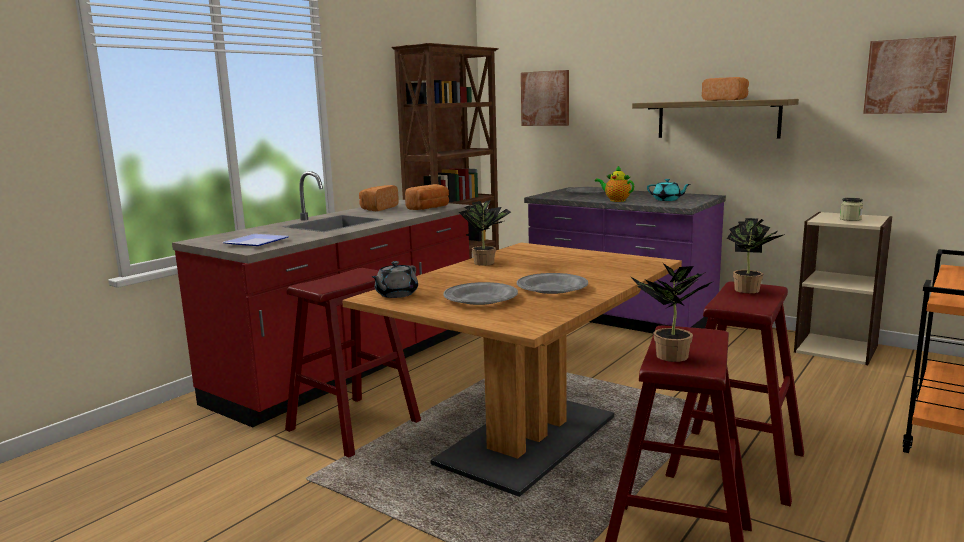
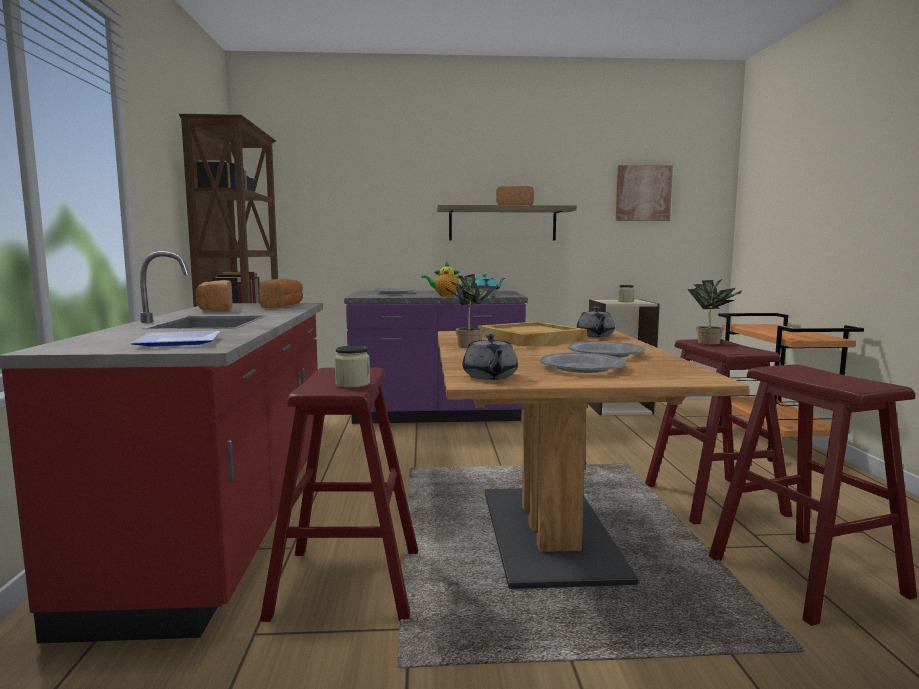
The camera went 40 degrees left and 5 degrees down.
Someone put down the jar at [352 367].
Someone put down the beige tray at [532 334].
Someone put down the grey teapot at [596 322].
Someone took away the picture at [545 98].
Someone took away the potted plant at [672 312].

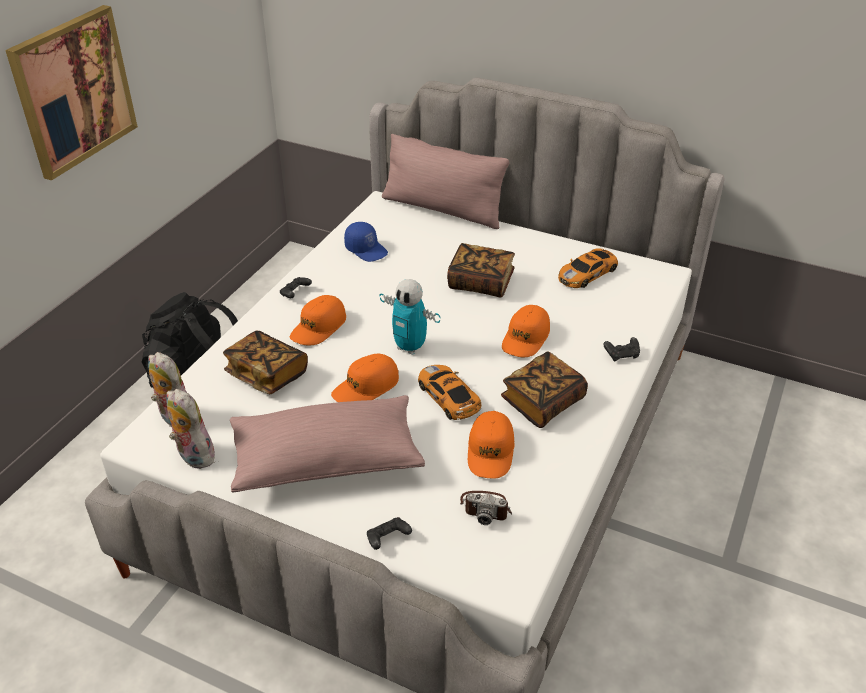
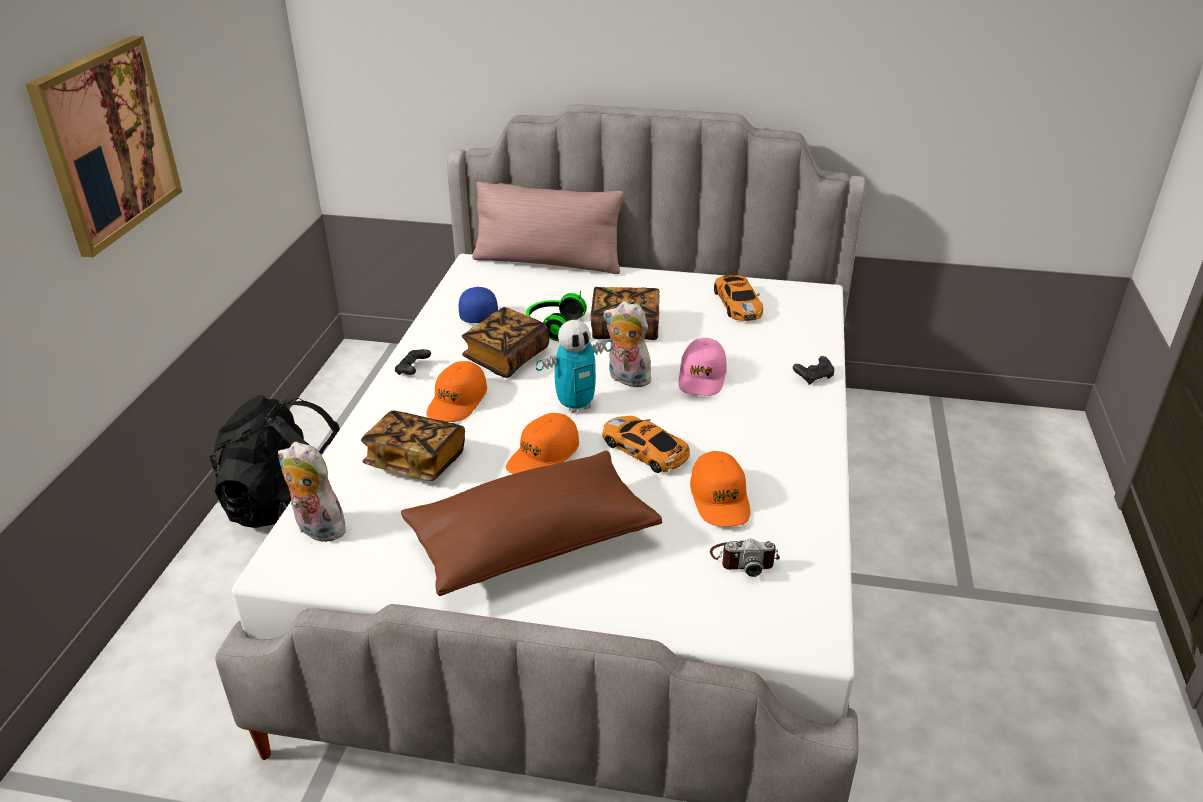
The camera went 15 degrees left and 5 degrees down.
Someone repainted the pink pillow at [327 444], which became the brown pillow at [531 523].
Someone rotated the blue cap at [366 242] by 120 degrees counterclockwise.
Someone carried the book from [544 390] to [505 342].
Someone put down the headphones at [556 316].
Someone rotated the toy robot at [409 317] by 45 degrees counterclockwise.
Someone carried the plush toy from [190 429] to [627 344].
Someone repainted the orange cap at [526 331], which became the pink cap at [702 367].
Someone rotated the toy car at [588 268] by 45 degrees counterclockwise.
Someone took away the black game controller at [389 533].

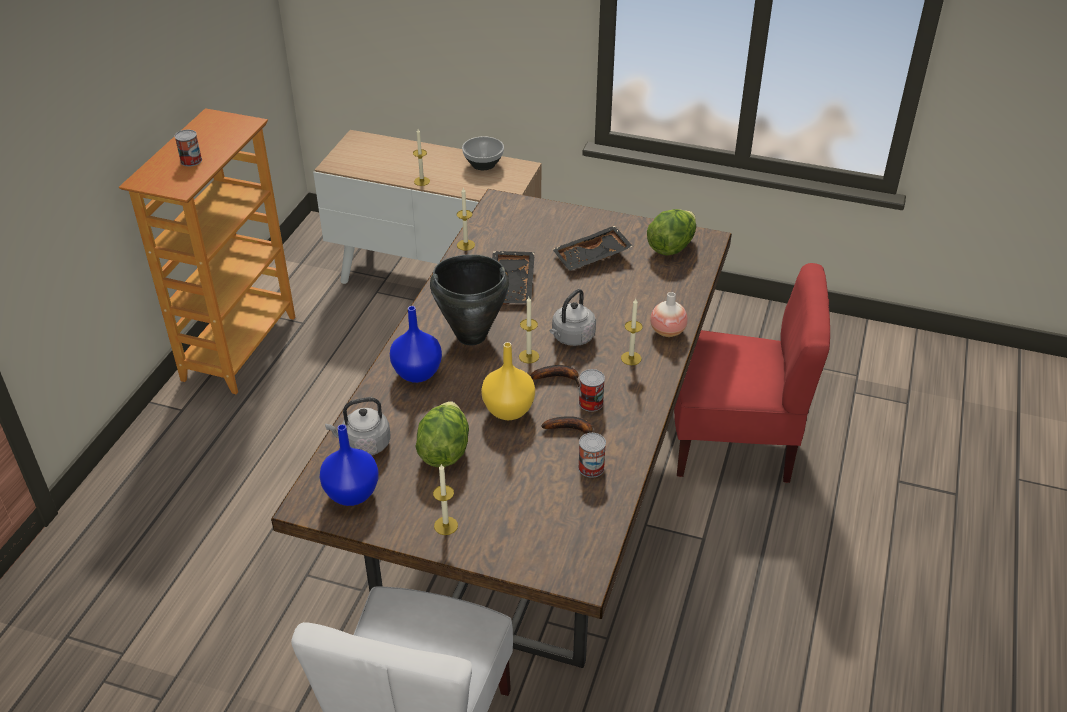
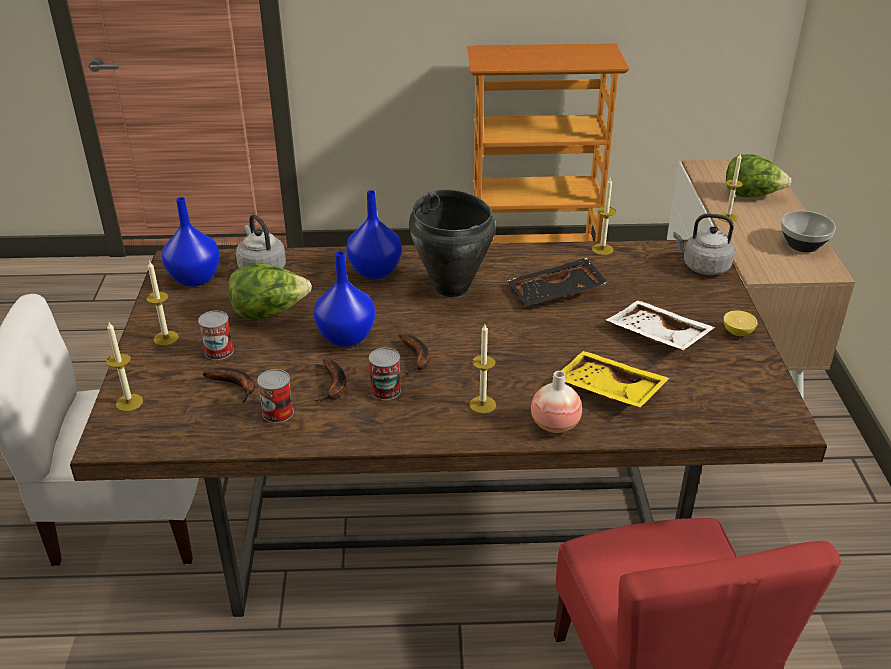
The camera went 70 degrees right and 5 degrees down.
Someone carried the candle from [529 330] to [124 367].
Someone carried the can from [188 148] to [216 335].
Someone put down the banana at [229 385].
Someone repainted the yellow vase at [508 381], which became the blue vase at [344 299].
Someone put down the yellow tray at [611 379].
Someone repainted the black tray at [592 248], which became the white tray at [661 325].
Someone carried the grey kettle from [573 317] to [704 244].
Someone put down the lemon at [740 323].
Someone carried the lettuce from [671 232] to [759 175].

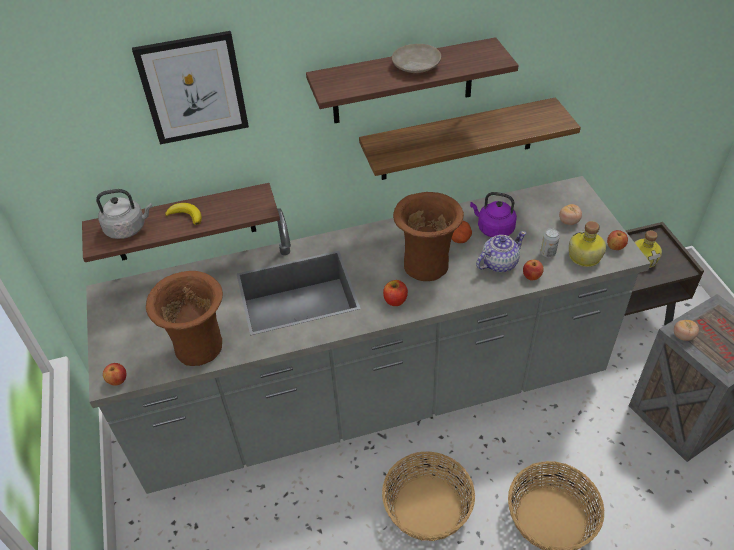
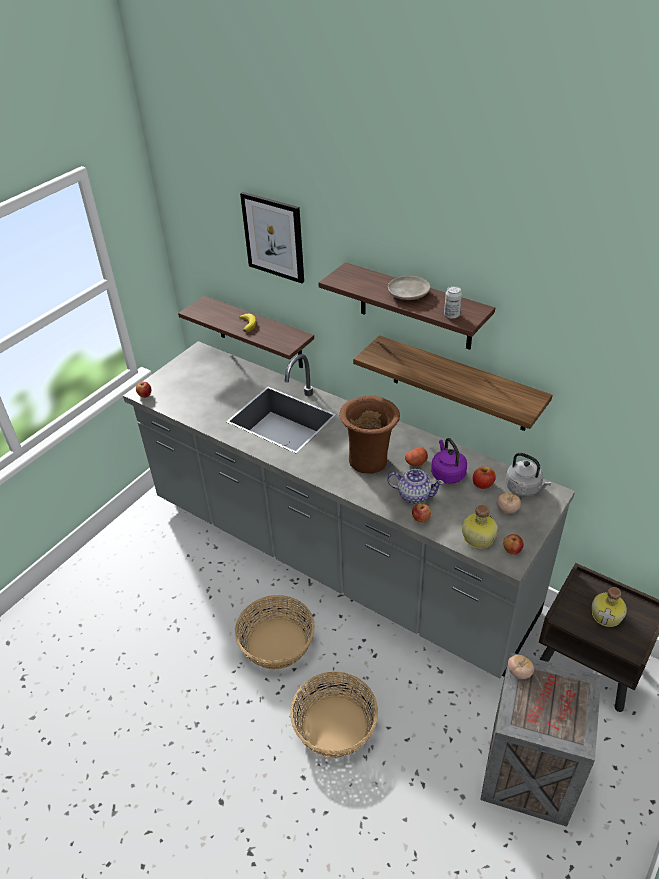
The camera went 50 degrees right and 5 degrees down.
Someone carried the can from [550 243] to [453 302].
Someone carried the apple from [395 293] to [484 477].
Someone carried the grey kettle from [124 214] to [528 474].
Someone took away the brown vase at [184 318].

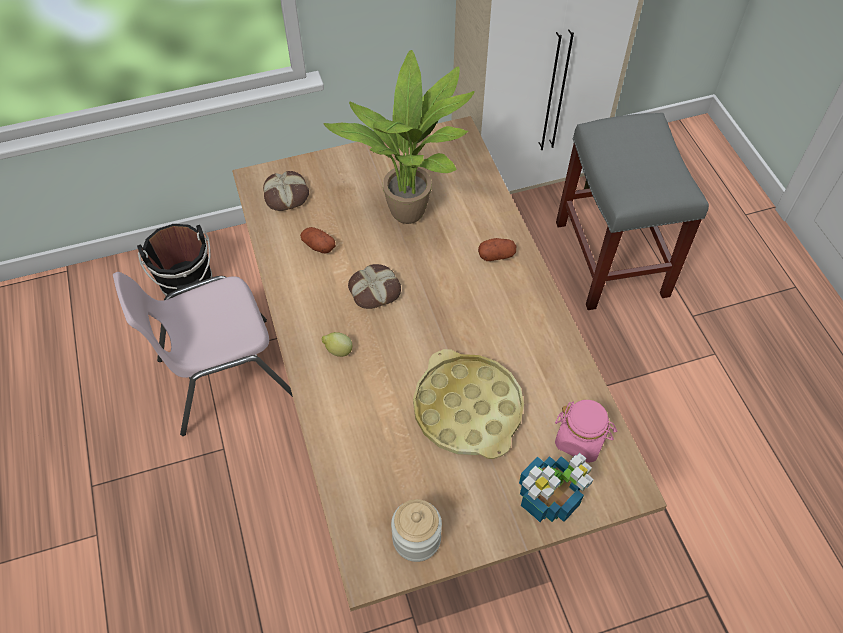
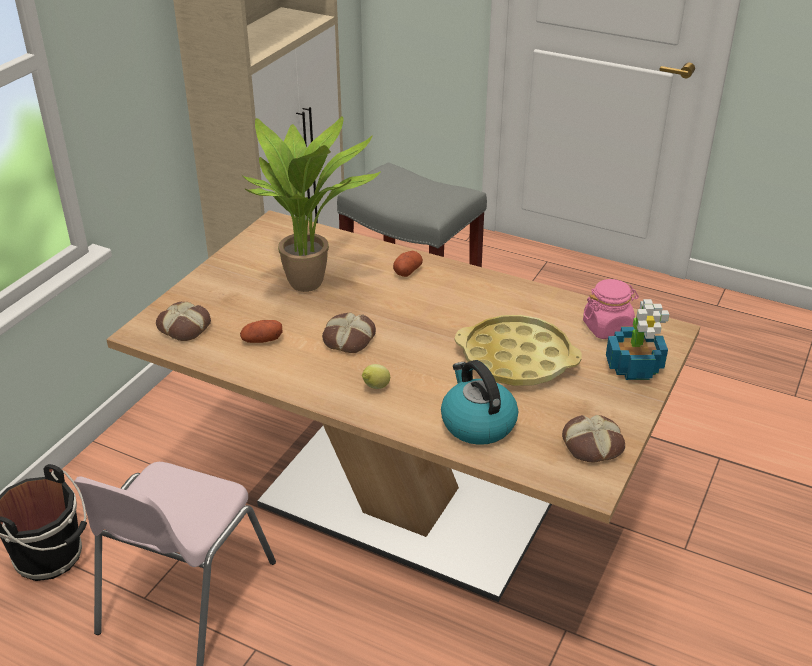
The camera went 45 degrees left and 20 degrees down.
Someone put down the kettle at [479 402].
Someone swapped the jar at [416 530] for the bread at [593 438].

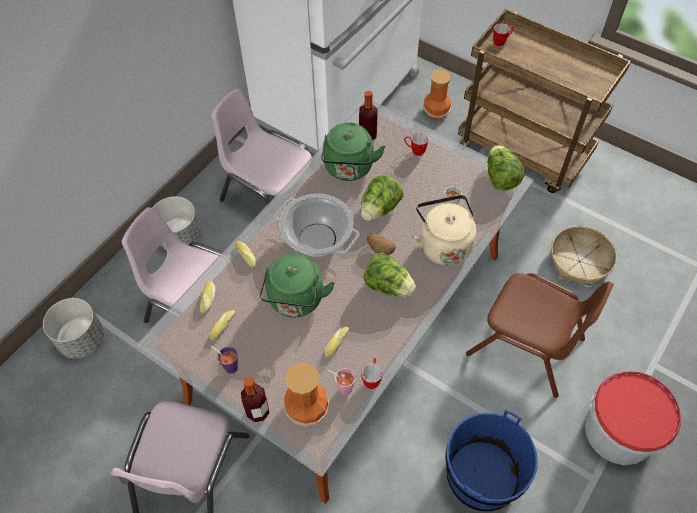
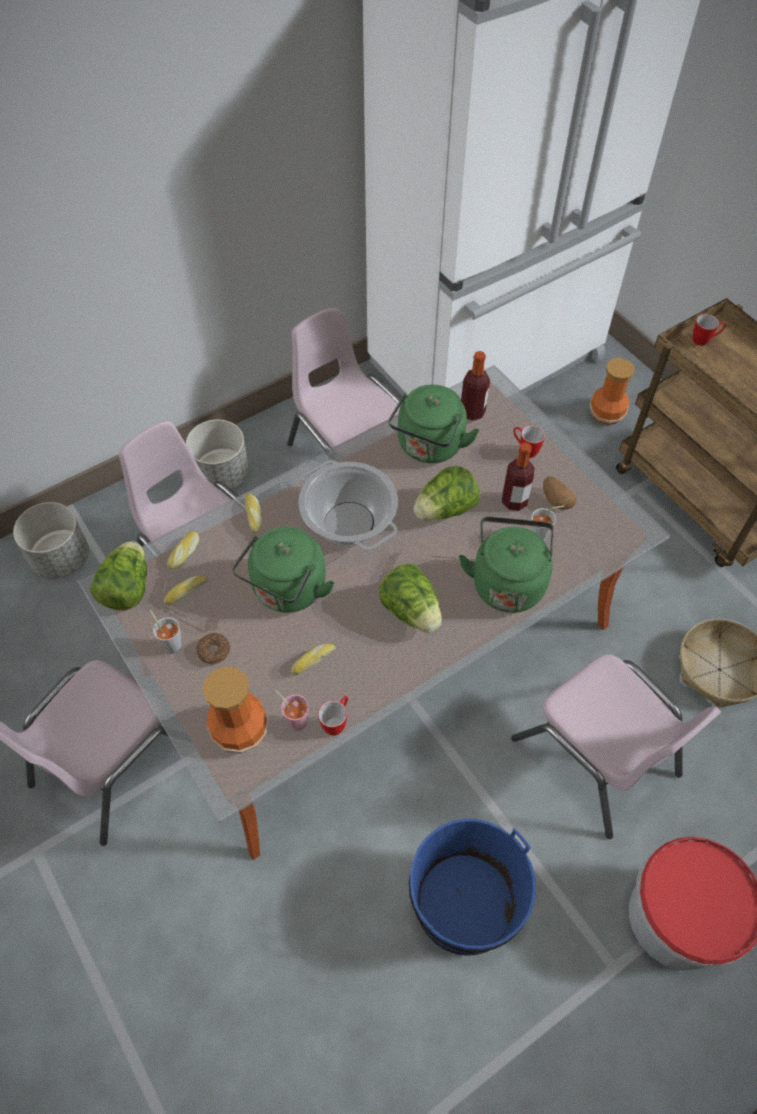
The camera went 20 degrees right and 0 degrees up.
Someone carried the lettuce from [506 168] to [118 575].
Someone repainted the purple cup at [224 360], which became the grey cup at [165 631].
Someone put down the donut at [213 648].
Someone repainted the beige kettle at [443 230], which became the green kettle at [506 565].
Someone carried the bottle from [255 399] to [518 477].
Someone repainted the brown chair at [540 335], which became the pink chair at [616 746].
Someone carried the potato from [381 244] to [559 493].

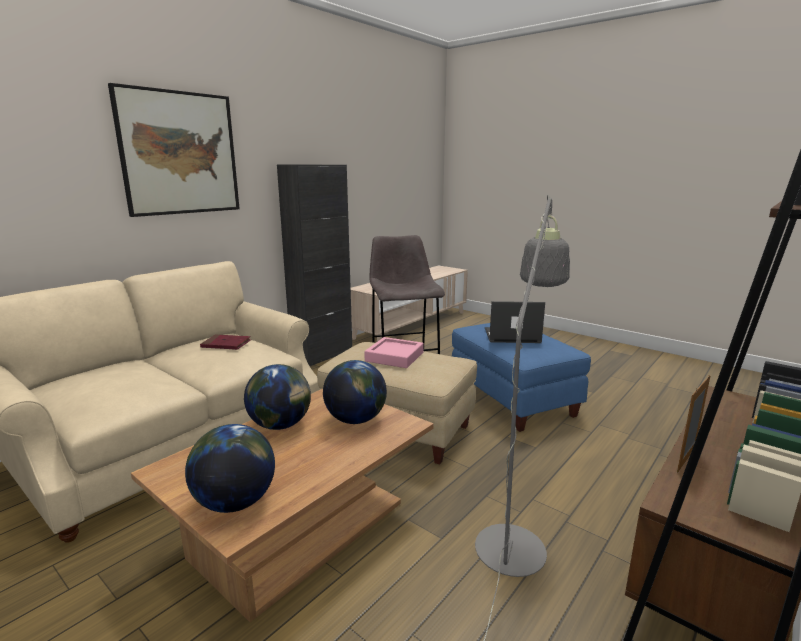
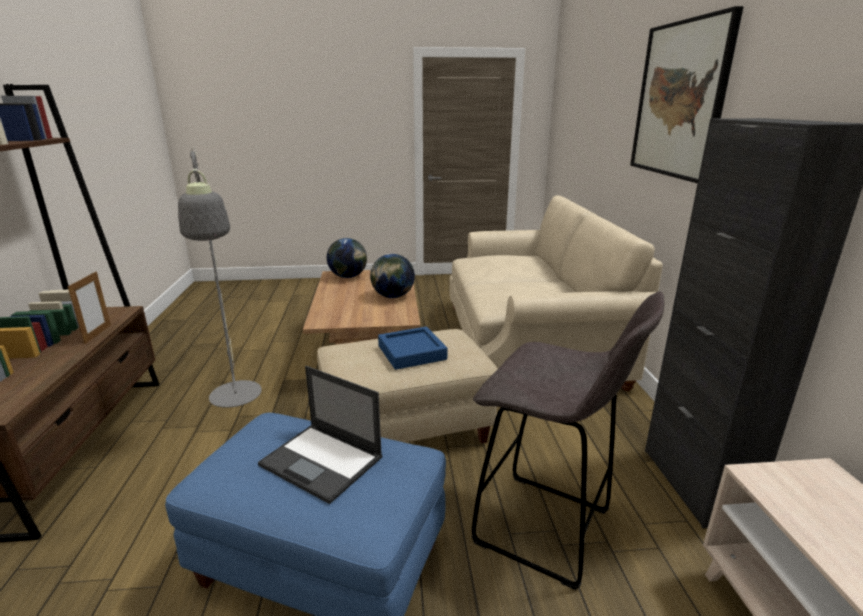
The camera went 135 degrees right and 5 degrees up.
Someone rotated the laptop at [515 322] by 75 degrees clockwise.
Someone repainted the pink tray at [394 352], which became the blue tray at [412 348].
Someone took away the red book at [225 342].
Someone took away the globe at [355 392].

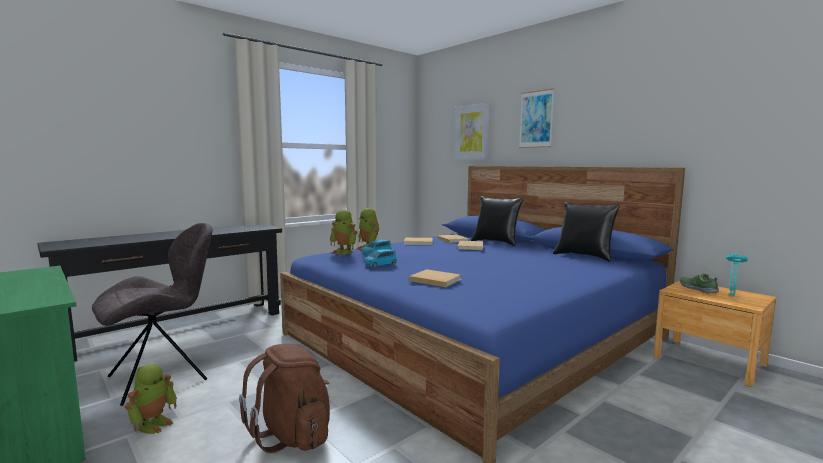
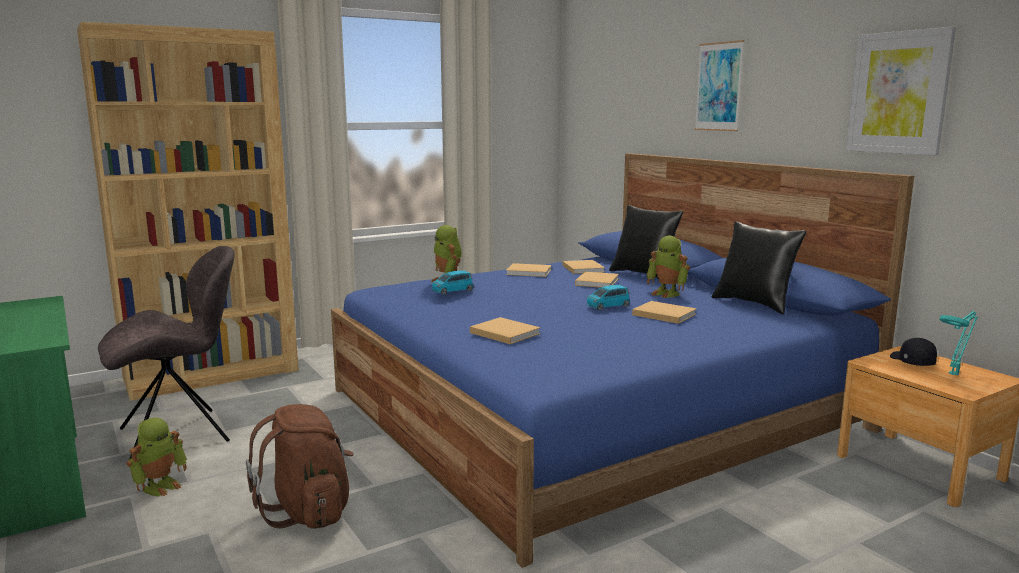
The camera went 10 degrees right and 5 degrees up.
Someone swapped the black console table at [159 293] for the brown bookcase at [188 211].
Someone carried the blue toy car from [381 258] to [608 297].
Someone put down the beige book at [664 312].
Someone carried the toy robot from [344 232] to [668 267].
Someone carried the picture from [472 131] to [901 91].
Someone swapped the shoe at [699 283] for the black cap at [913 352].

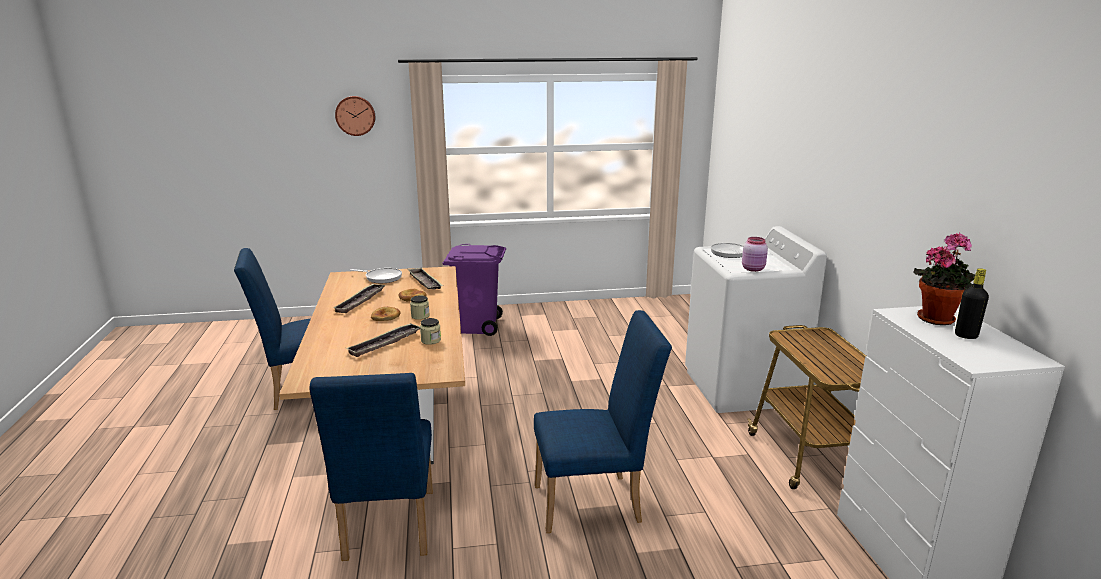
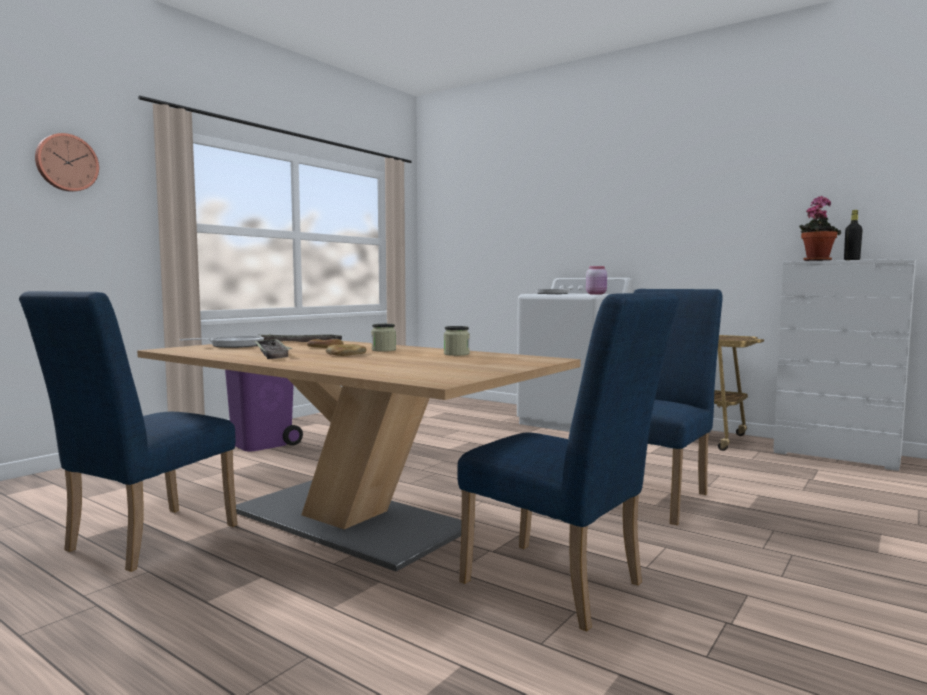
The camera went 45 degrees left and 15 degrees down.
Someone took away the tray at [382 340].

